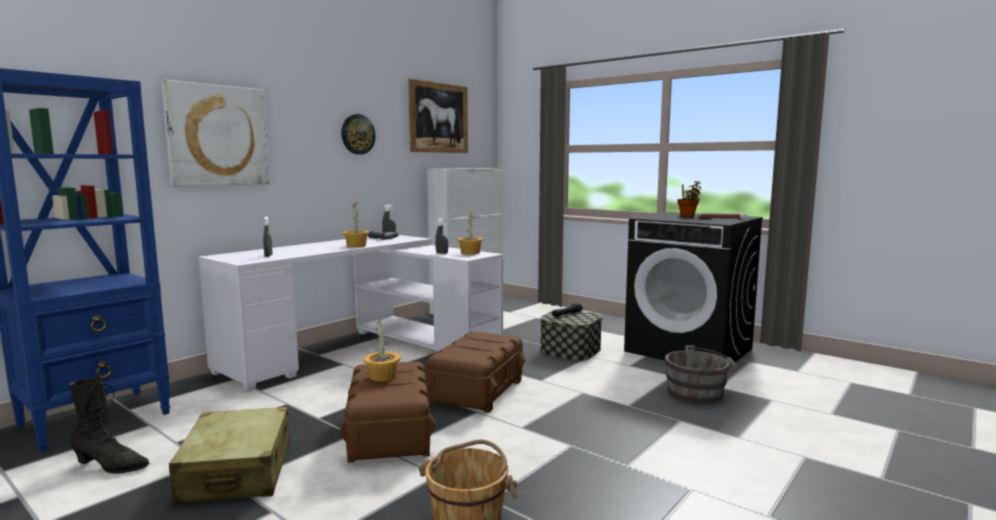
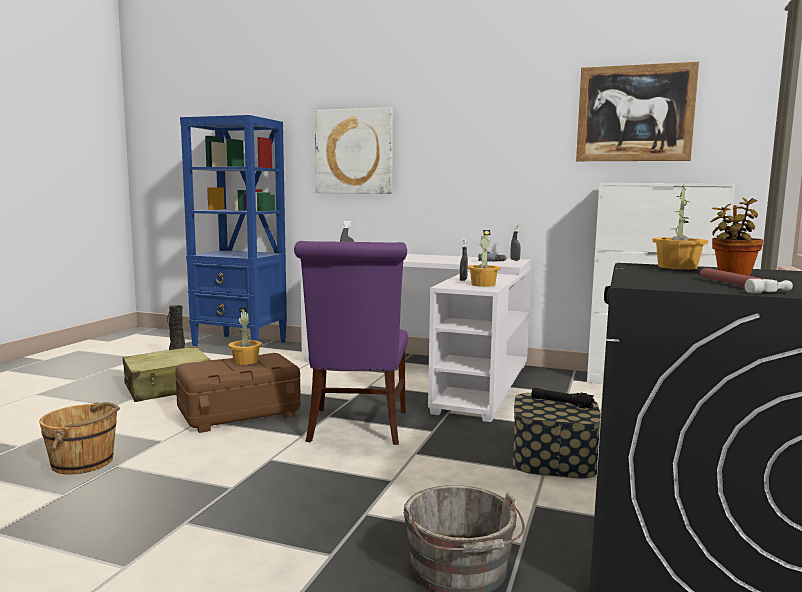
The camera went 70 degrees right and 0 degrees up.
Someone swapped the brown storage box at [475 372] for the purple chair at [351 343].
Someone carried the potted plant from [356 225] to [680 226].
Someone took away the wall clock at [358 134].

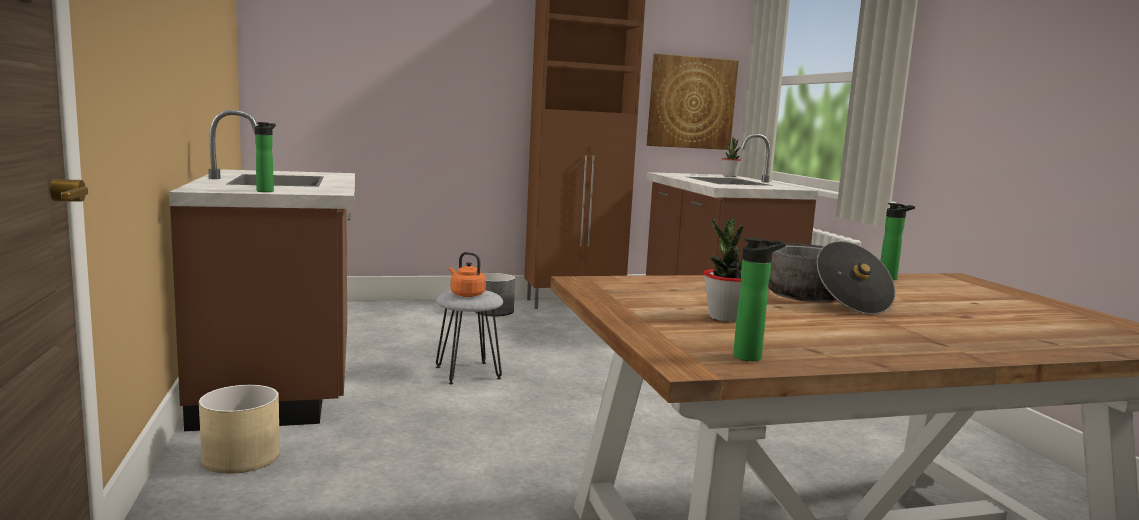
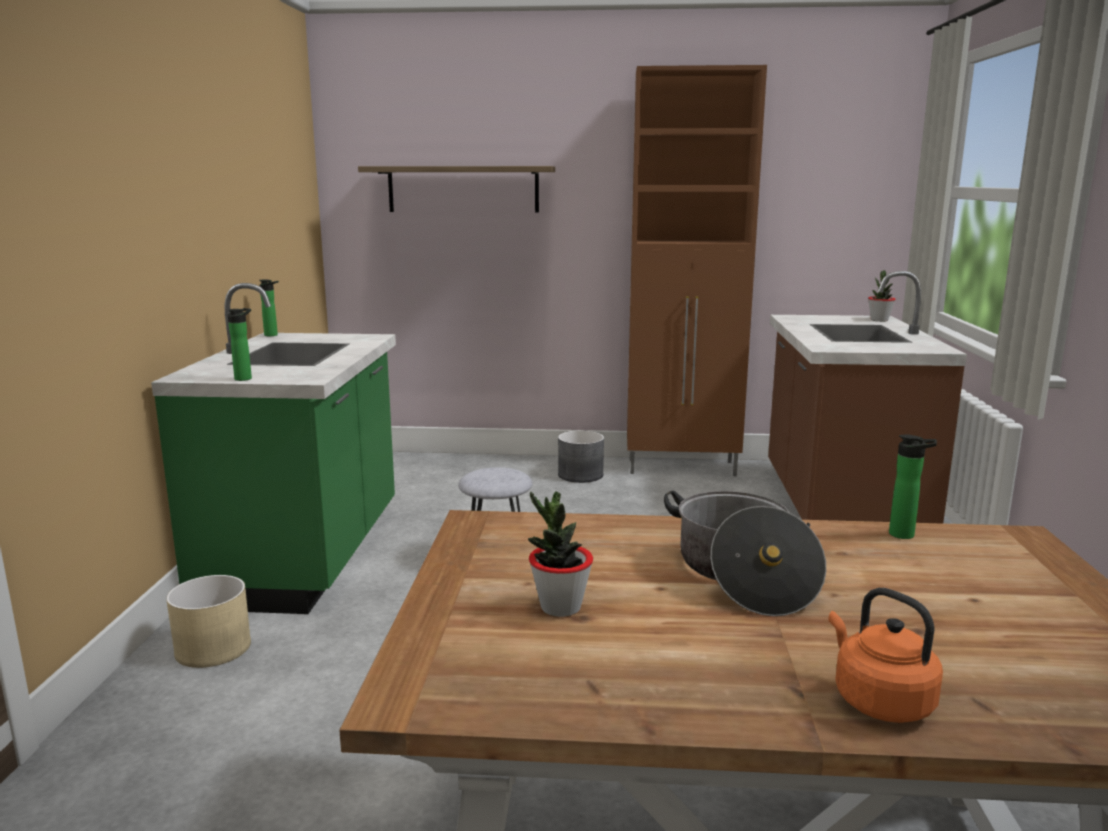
The camera went 20 degrees right and 5 degrees up.
Someone repainted the brown counter at [262 270], which became the green counter at [273 448].
Someone carried the bottle from [759 299] to [269 307].
Someone put up the shelf at [456 189].
Someone carried the orange kettle from [467 274] to [885 655].
Someone took away the picture at [693 102].

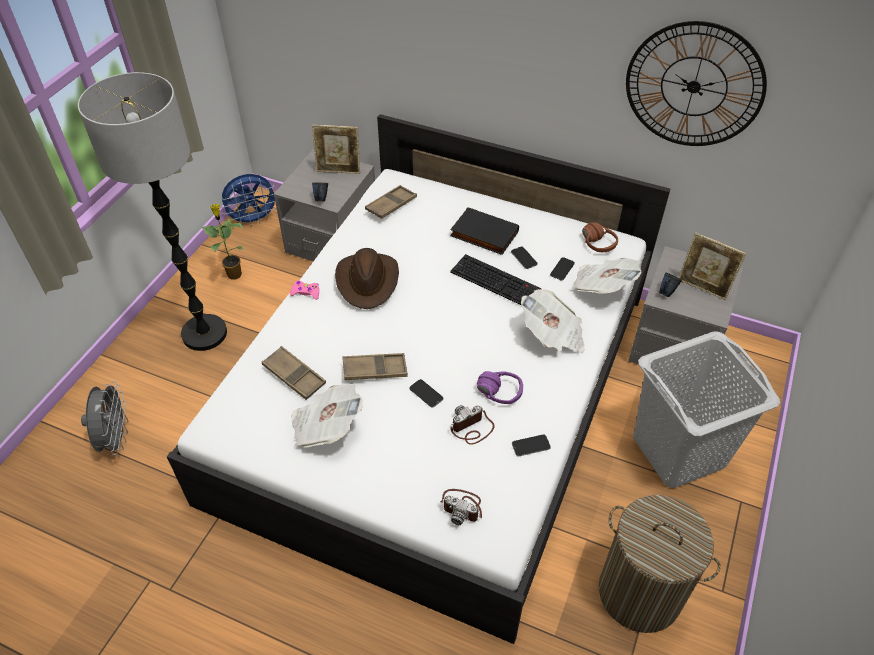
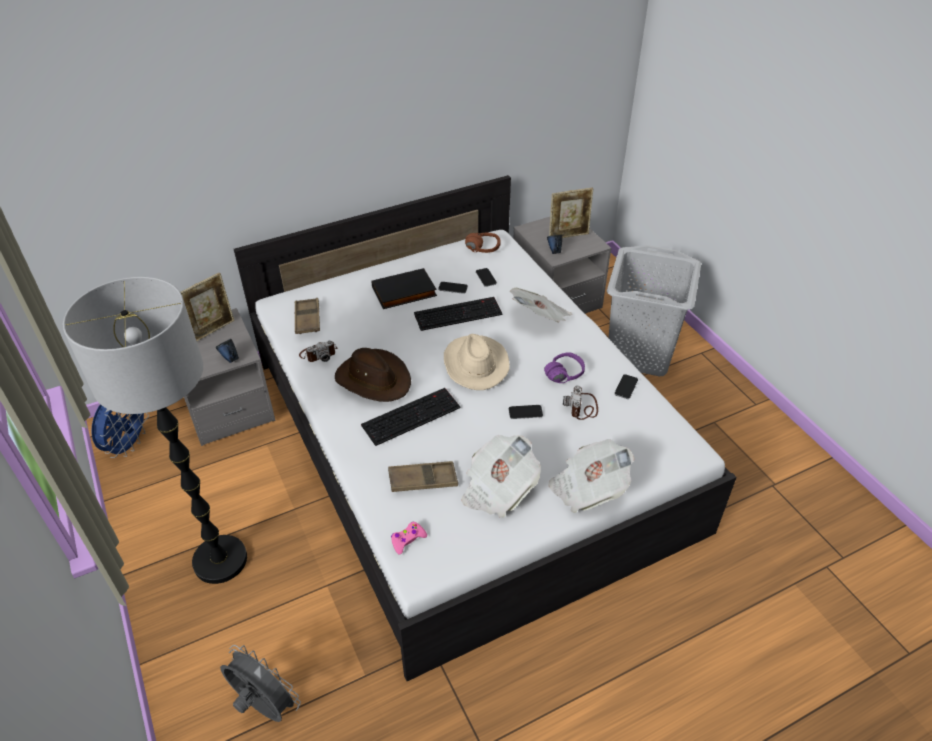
The camera went 50 degrees left and 5 degrees down.
Someone carried the photo camera from [461 507] to [318 351].
Someone put down the keyboard at [411 417].
Someone carried the pink game controller from [304 290] to [409 538].
Someone put down the beige hat at [477 362].
Someone carried the newspaper from [606 276] to [591 476].
Someone took away the potted plant at [223 241].
Someone took away the brown tray at [375 366].
Someone took away the laundry basket at [660 564].
Someone took away the wall clock at [696 83].

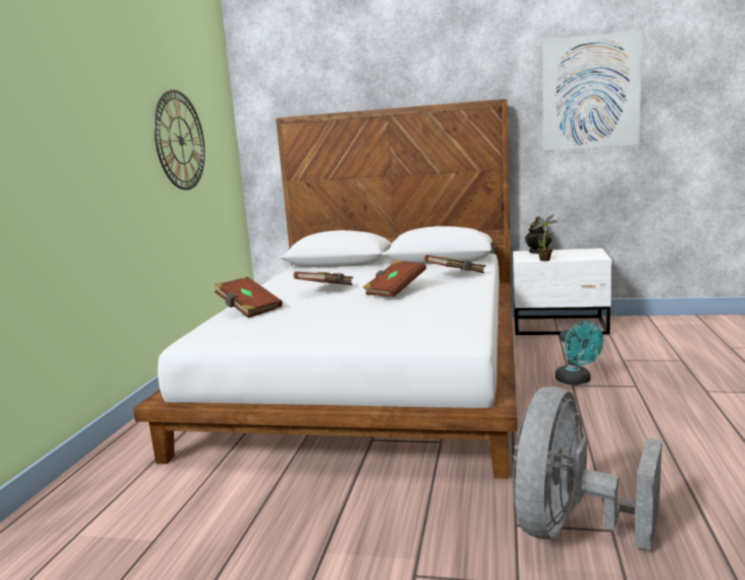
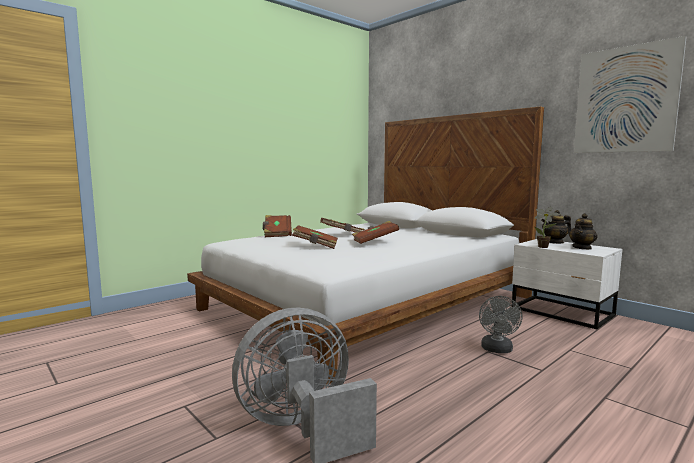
The camera went 35 degrees right and 5 degrees down.
Someone carried the brown book from [455 264] to [315 237].
Someone repainted the turquoise fan at [579 353], which became the grey fan at [501 324].
Someone put down the teapot at [583 231].
Someone took away the wall clock at [179 140].

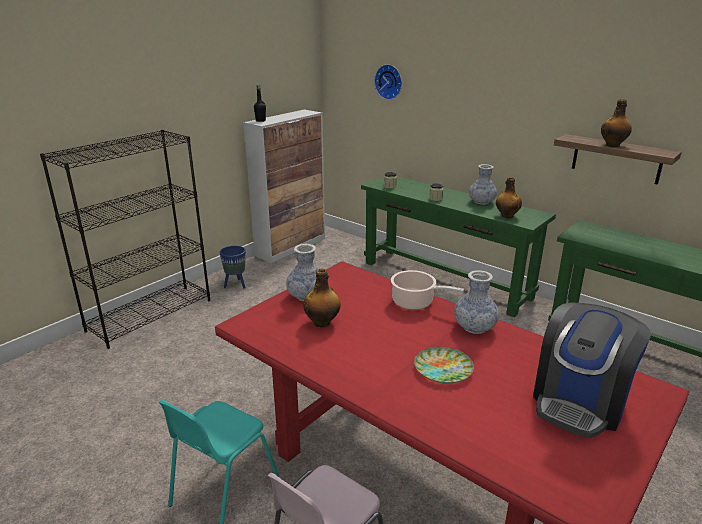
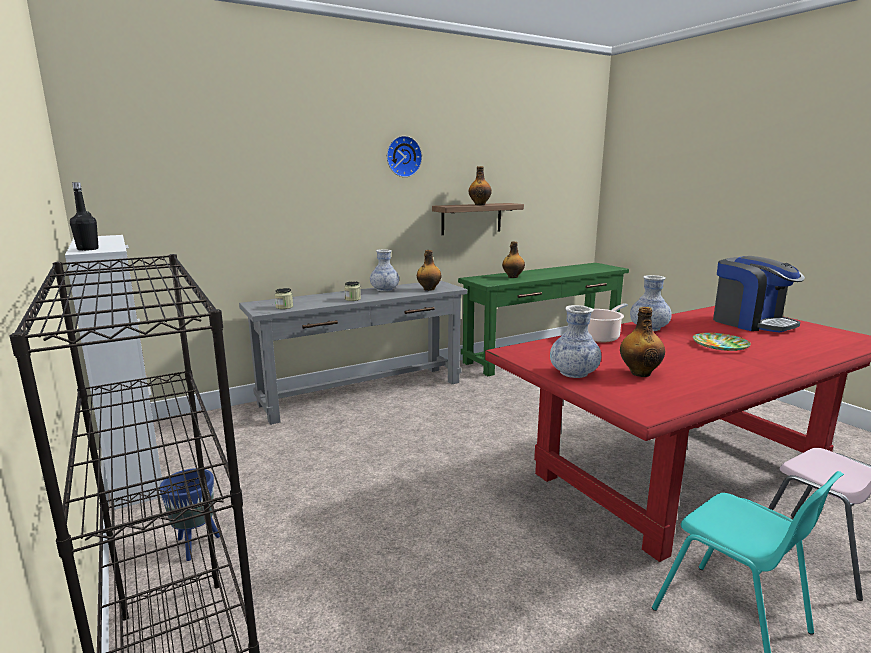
The camera went 70 degrees left and 10 degrees down.
Someone repainted the green console table at [458 246], which became the grey console table at [353 352].
Someone carried the wall clock from [388 82] to [404 156].
Someone put down the bottle at [513 259].

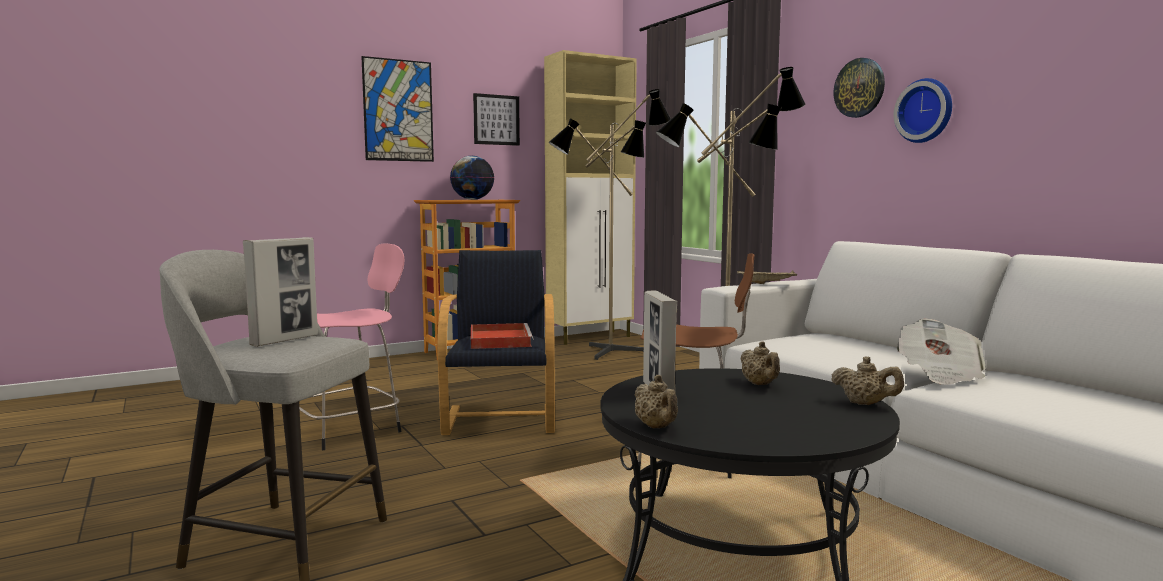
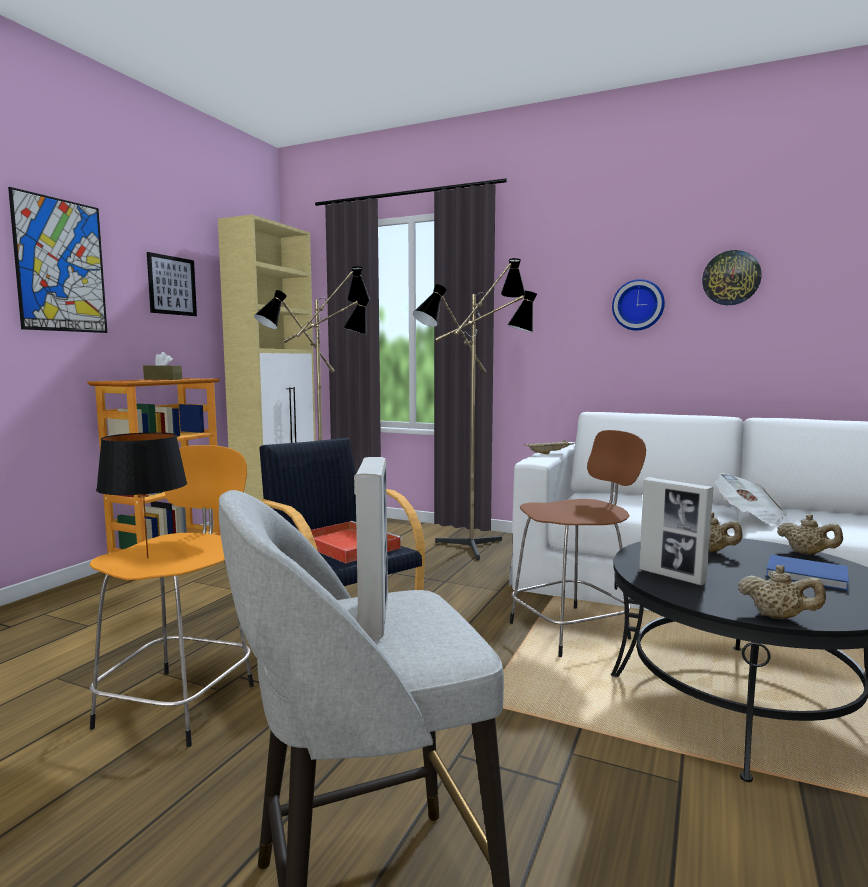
The camera went 35 degrees left and 0 degrees up.
Someone repainted the pink stool at [352 347], which became the orange stool at [171 596].
Someone put down the black table lamp at [141 495].
Someone swapped the globe at [472 178] for the brown tissue box at [162 366].
Someone carried the wall clock from [859 88] to [732 277].
Someone put down the blue book at [807 573].
Someone rotated the beige teapot at [867 381] by 45 degrees clockwise.

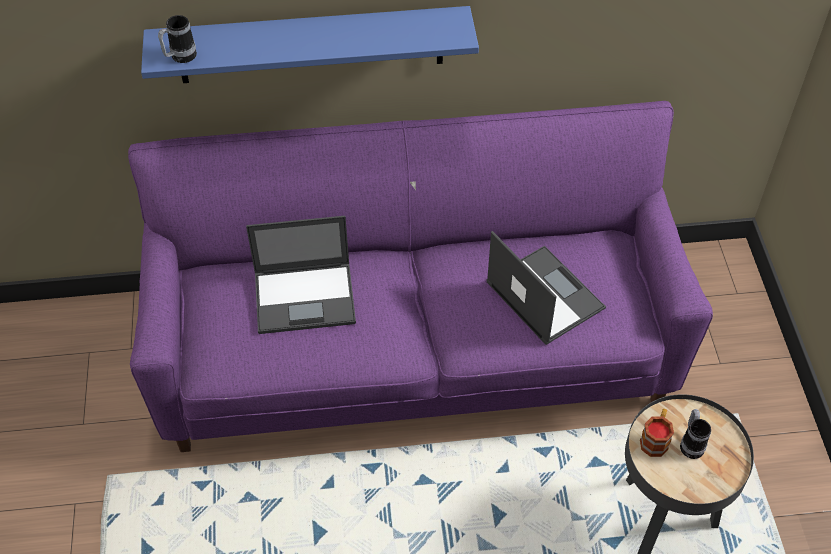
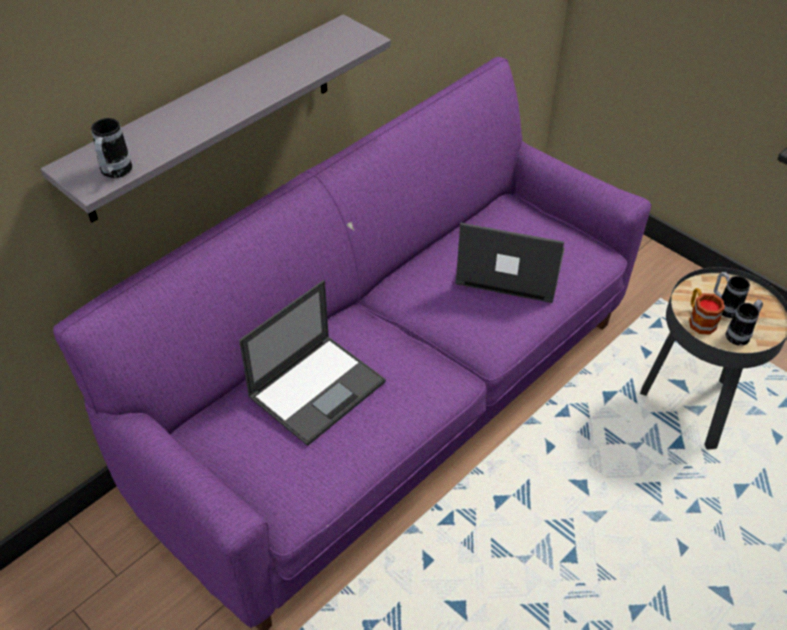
The camera went 40 degrees left and 5 degrees down.
Someone repainted the blue shelf at [310 44], which became the grey shelf at [216 118].
Someone put down the mug at [744 323].

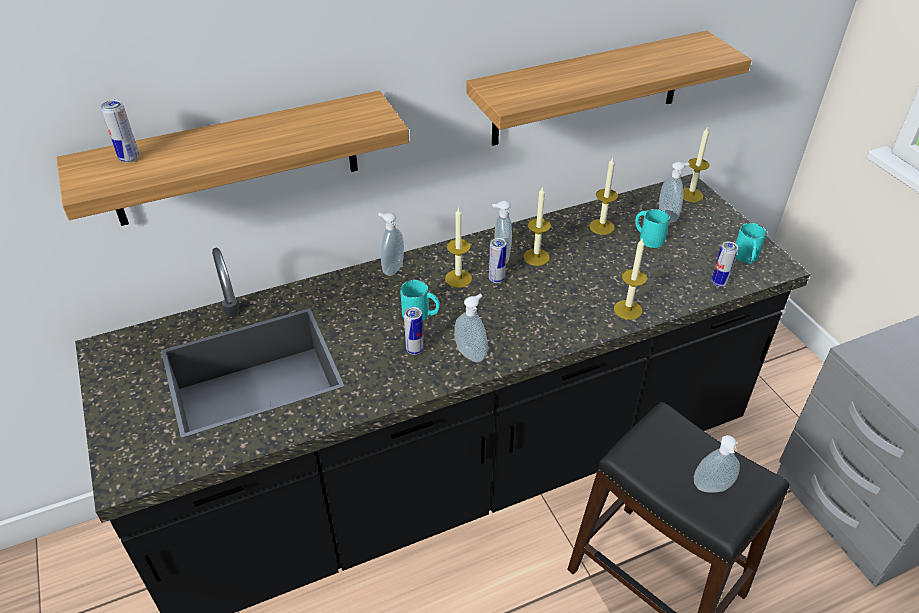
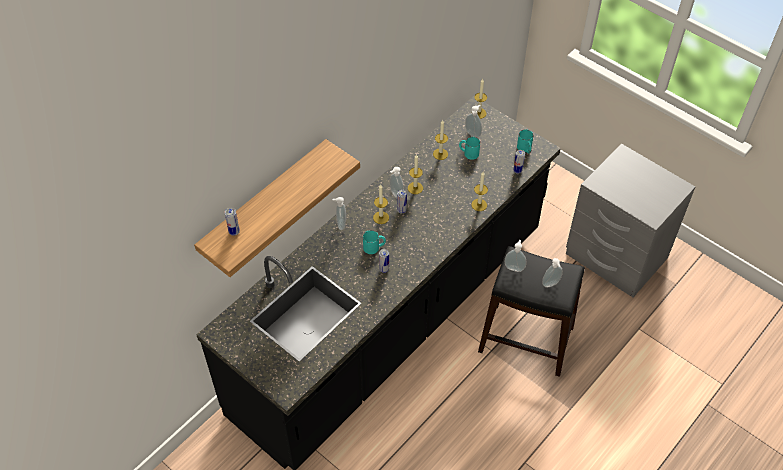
The camera went 25 degrees left and 10 degrees up.
Someone carried the soap dispenser from [471 328] to [515 256].
Someone took away the shelf at [609 88].

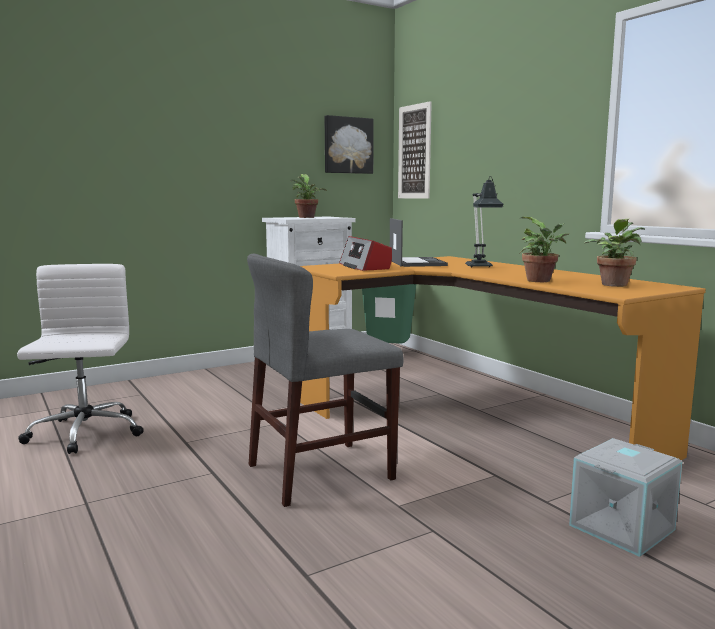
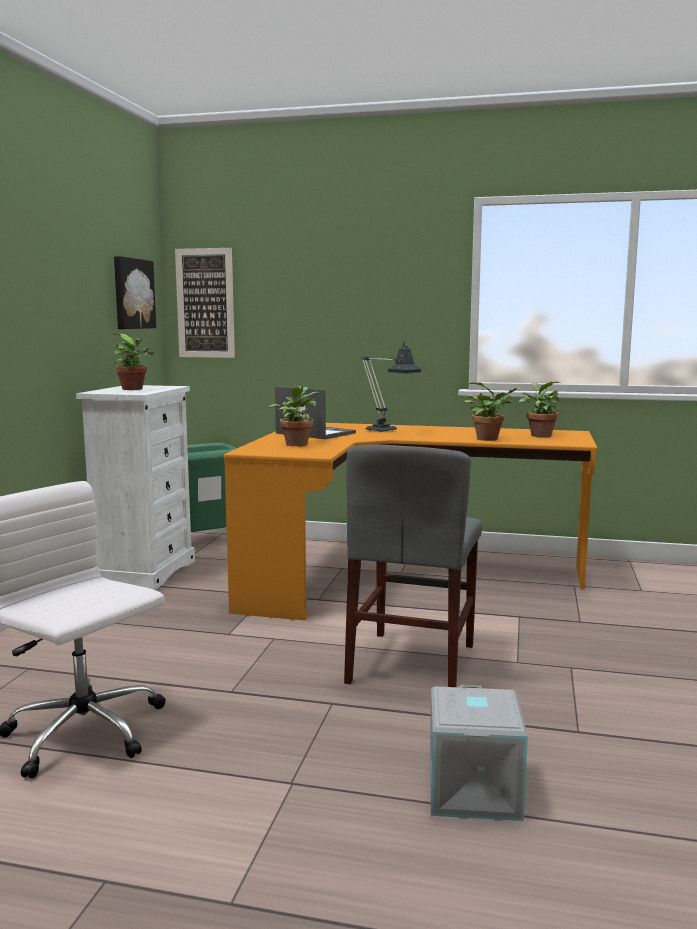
The camera went 45 degrees left and 0 degrees up.
Someone swapped the radio at [365 253] for the potted plant at [293 416].
Someone carried the grey storage box from [625 497] to [479 753].

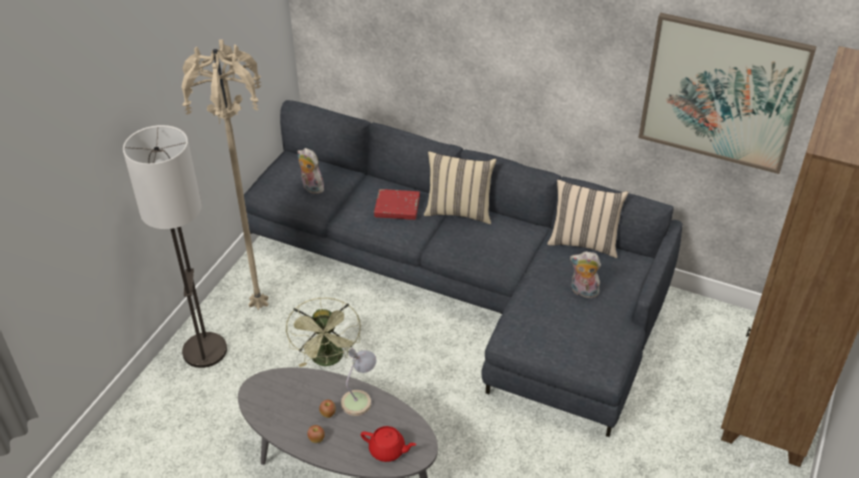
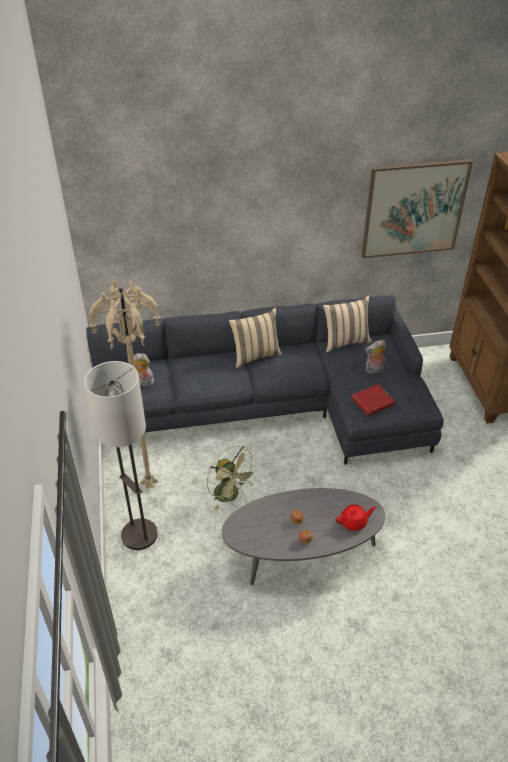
The camera went 35 degrees left and 0 degrees up.
Someone carried the red book from [397 204] to [373 400].
Someone took away the table lamp at [358 382].

